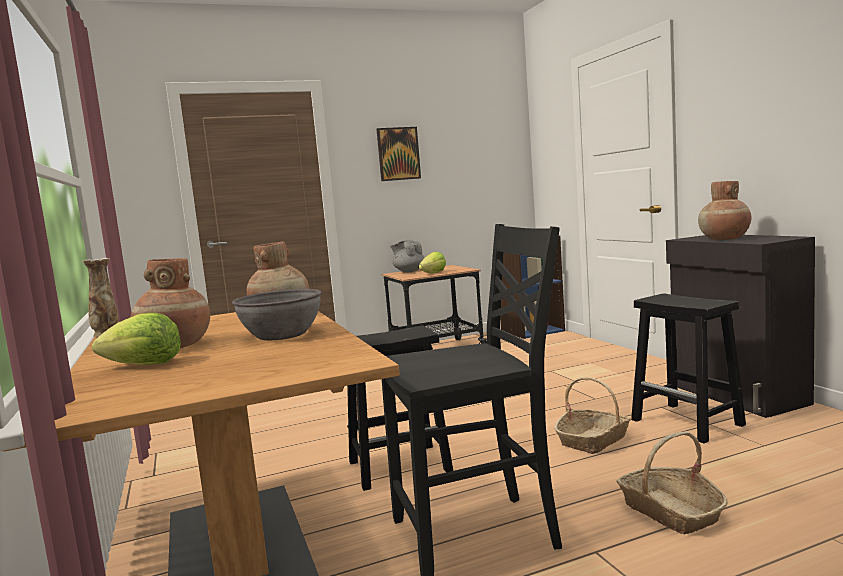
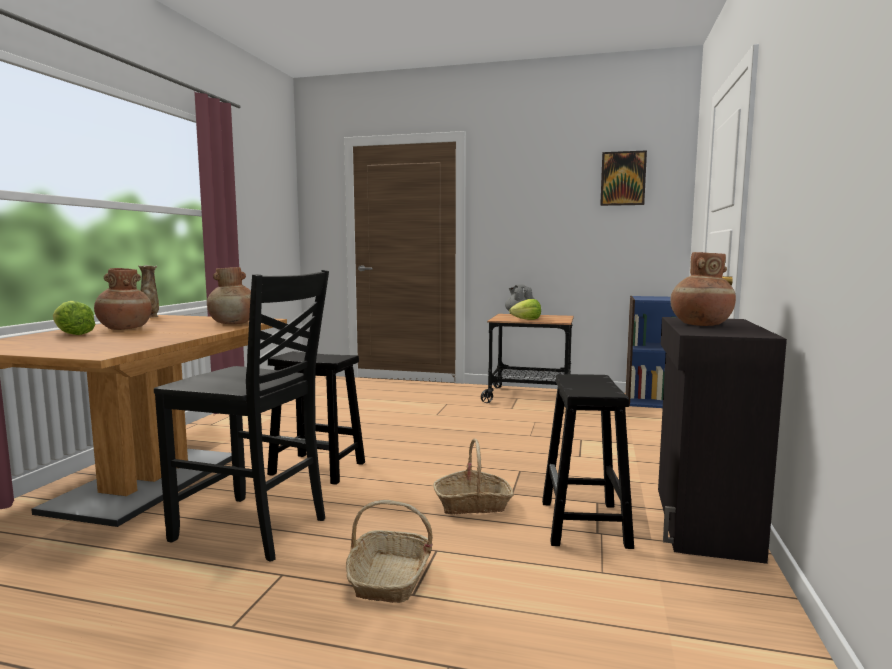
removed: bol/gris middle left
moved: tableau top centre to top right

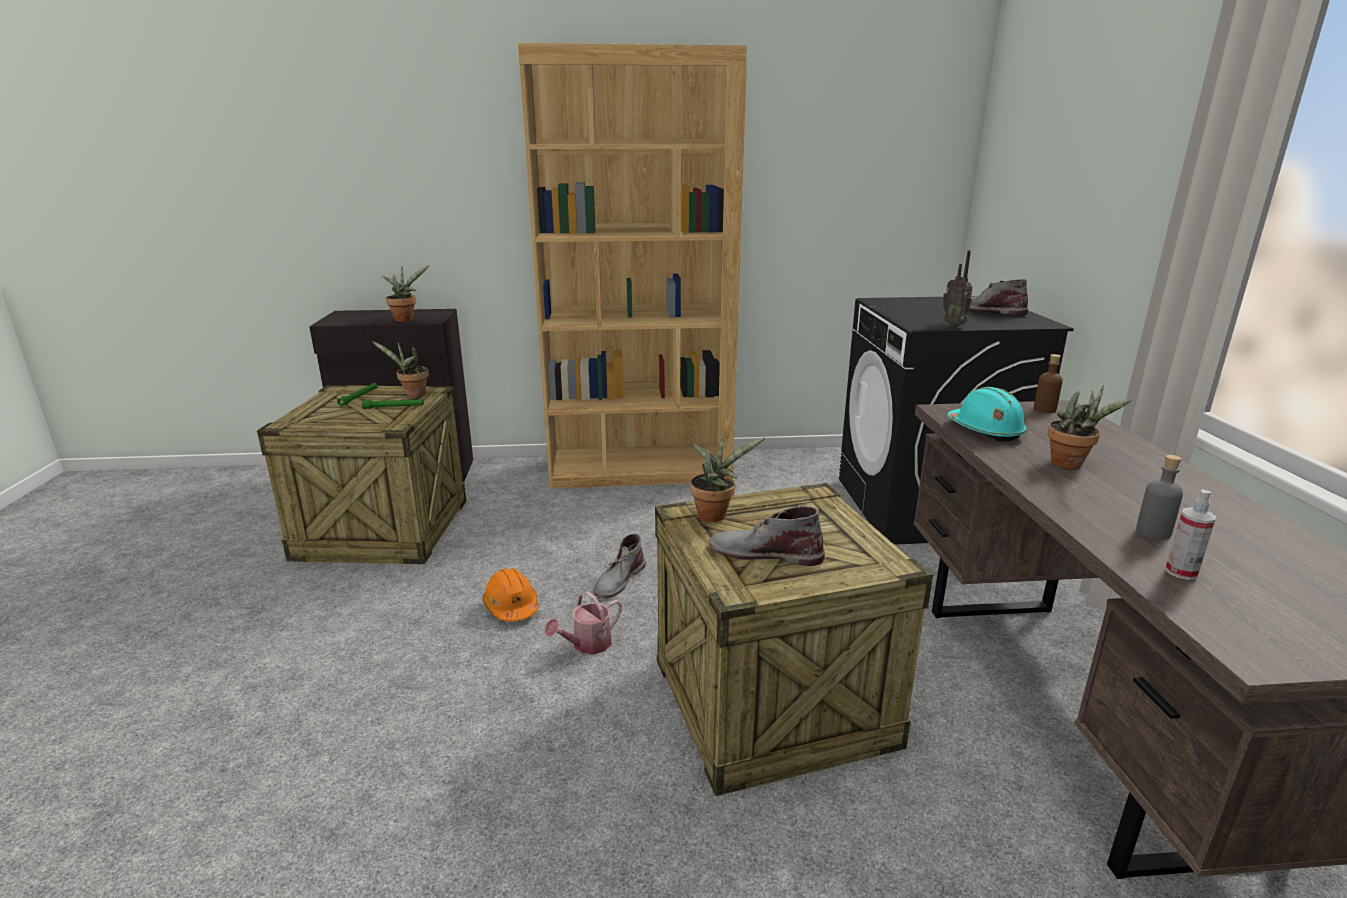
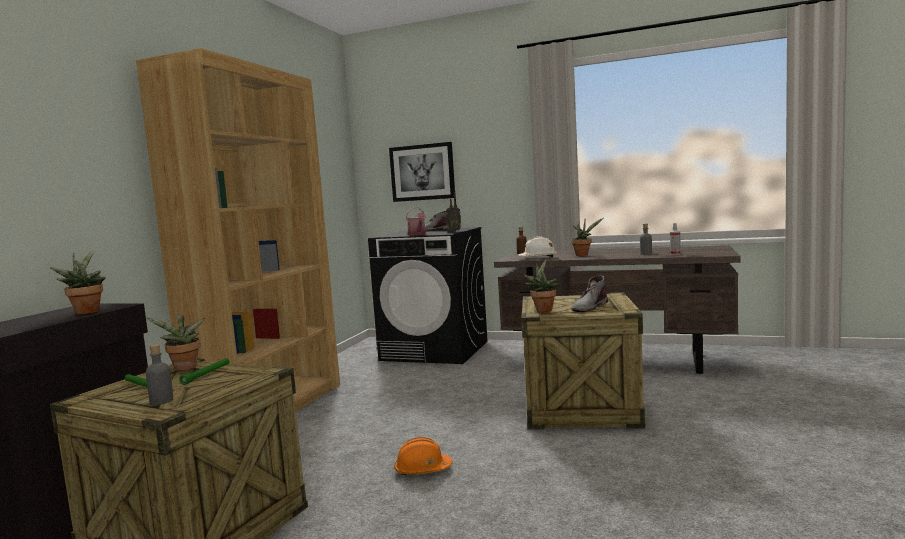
removed: botte/gris (1st from left) centre
added: tableau top centre; bouteille/gris (1st from left) bottom left
moved: arrosoir bottom centre to centre
recoloured: casque de chantier/turquoise middle right to casque de chantier/blanc centre

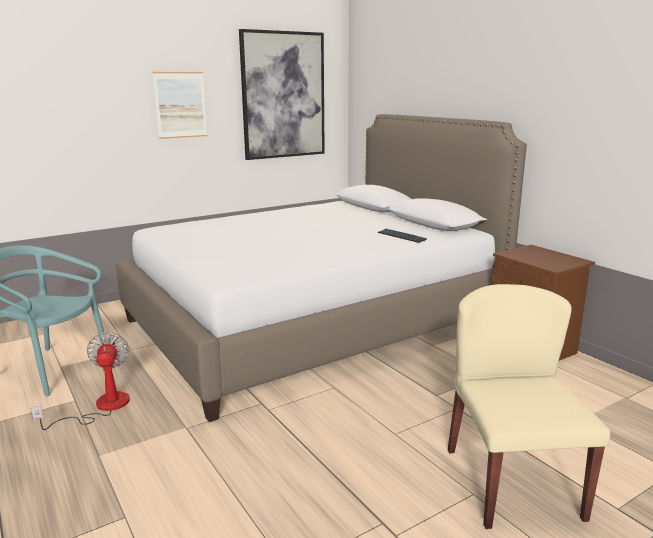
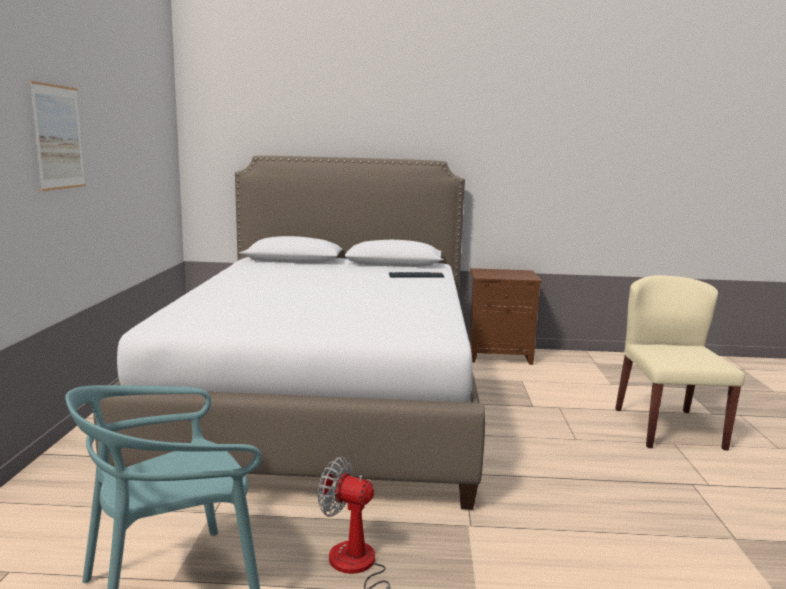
removed: tableau (2nd from left) top centre
turned: chaise/beige bottom right = middle right 60 degrees clockwise

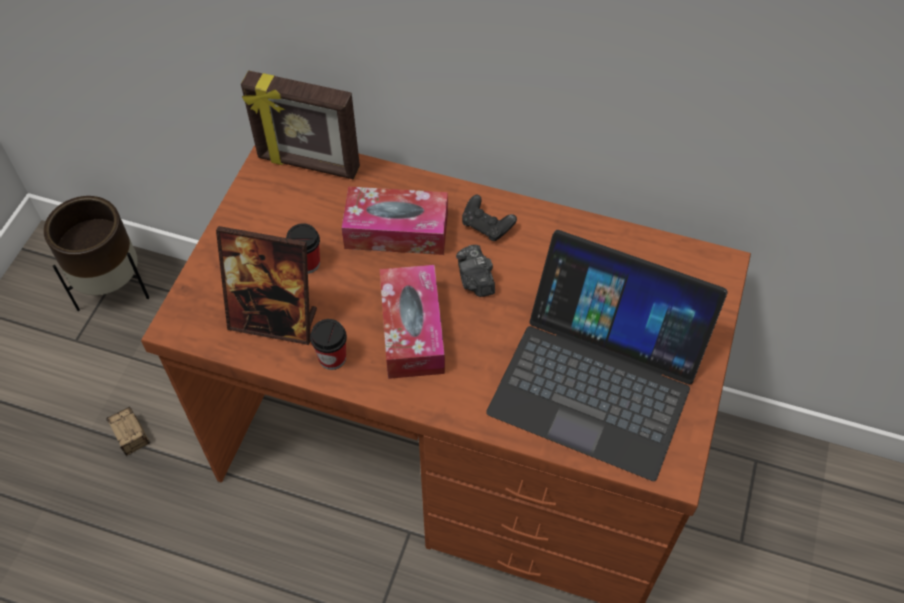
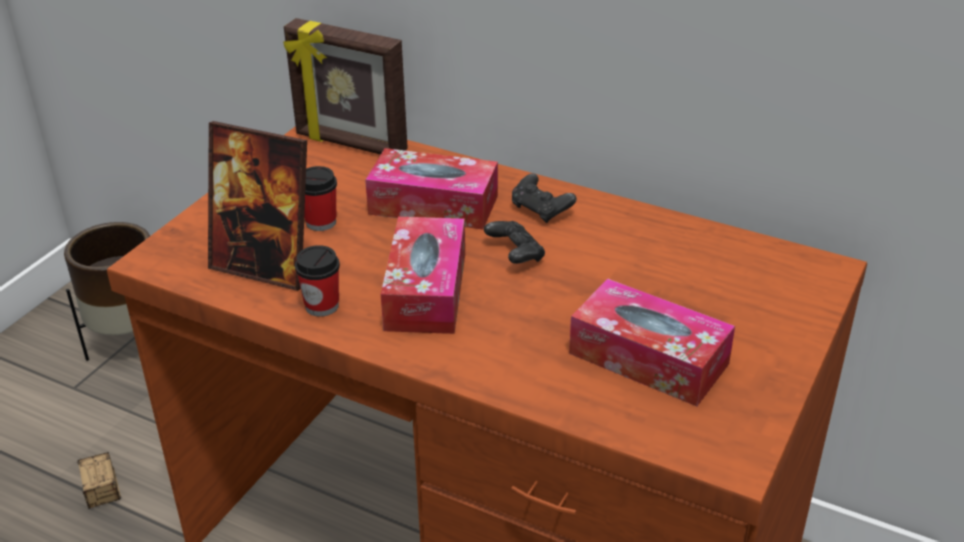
replaced: ordinateur portable middle right to boîte à mouchoirs (3rd from left) middle right; appareil photo centre to manette/noir (1st from left) centre

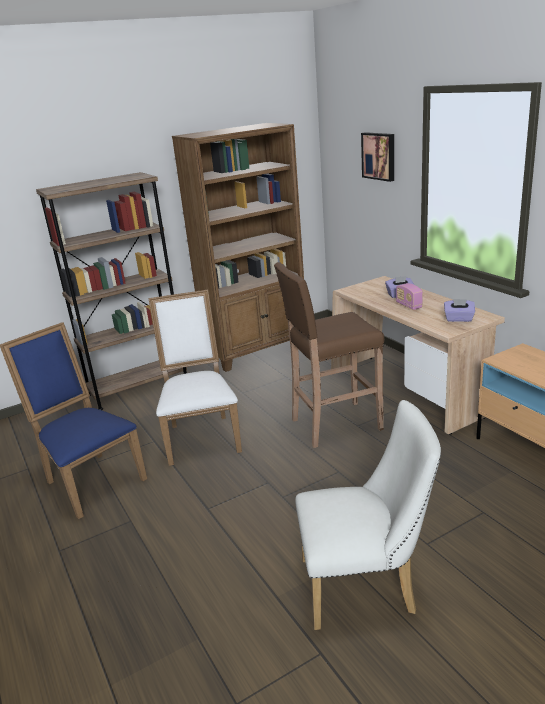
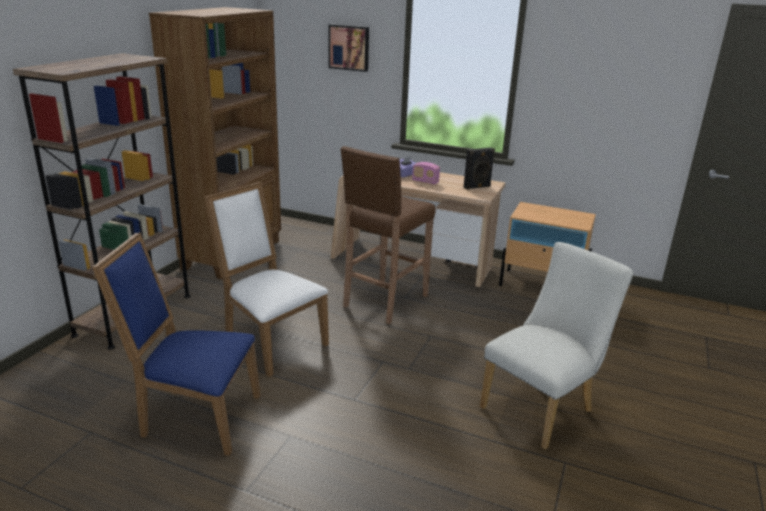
replaced: boîte à mouchoirs/violet (2nd from left) middle right to enceinte/noir top centre

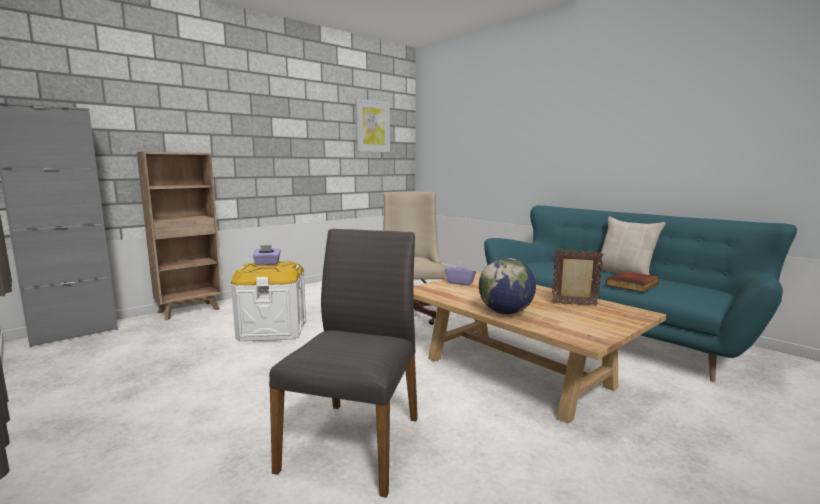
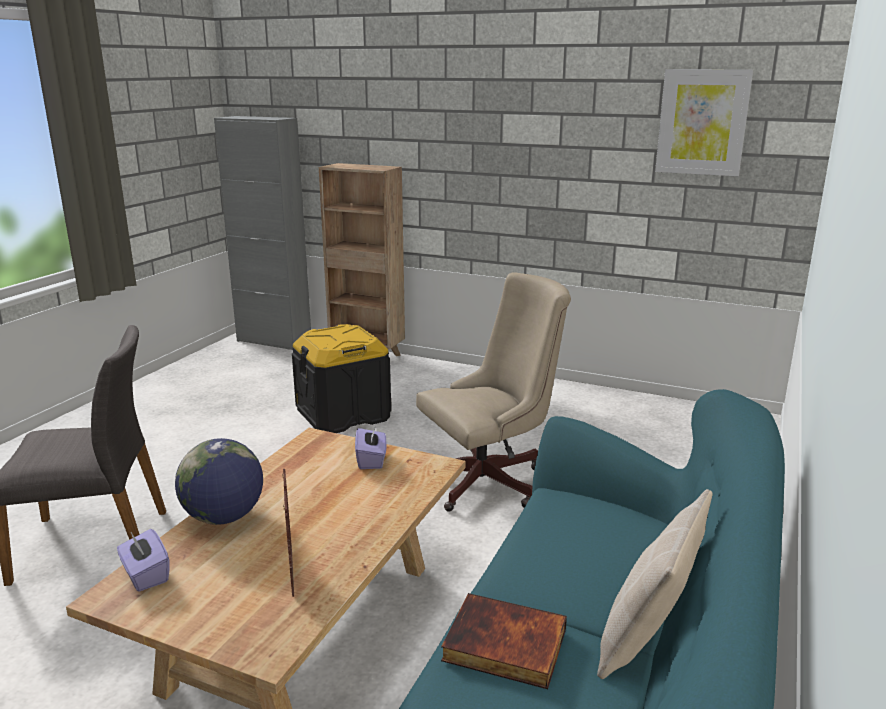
moved: boîte à mouchoirs/violet (1st from left) middle left to bottom left
recoloured: boîte de rangement/blanc middle left to boîte de rangement/noir centre

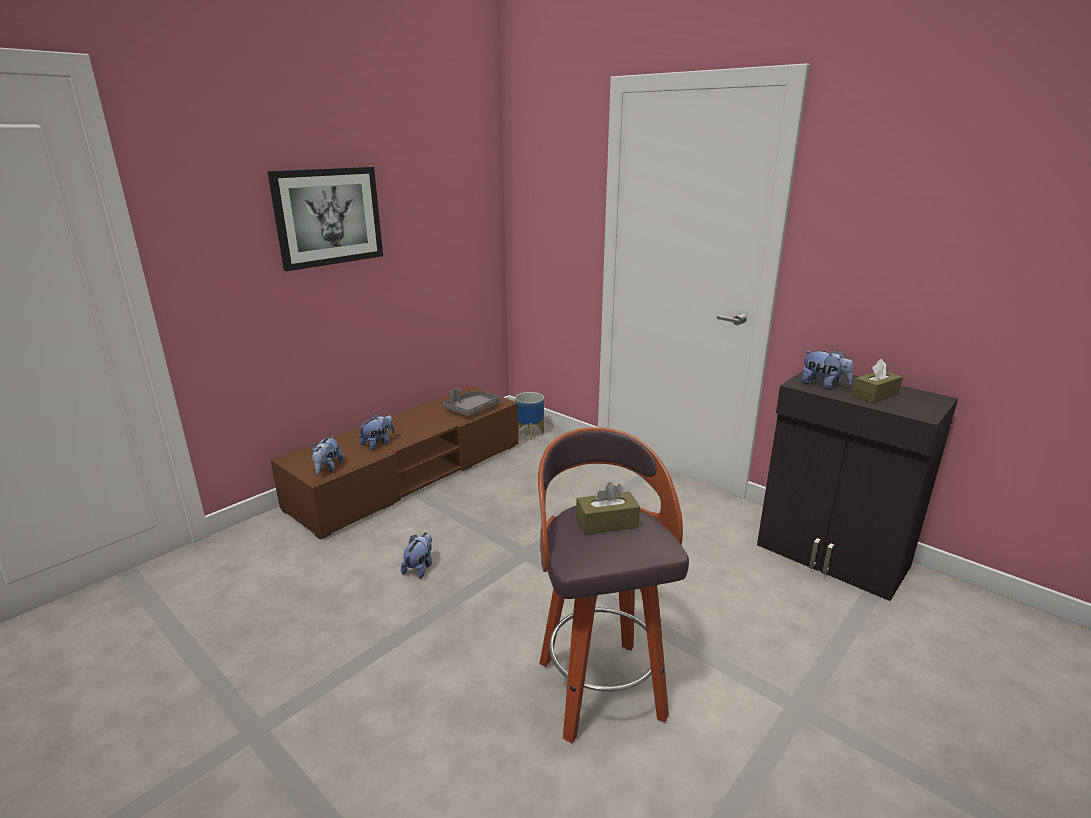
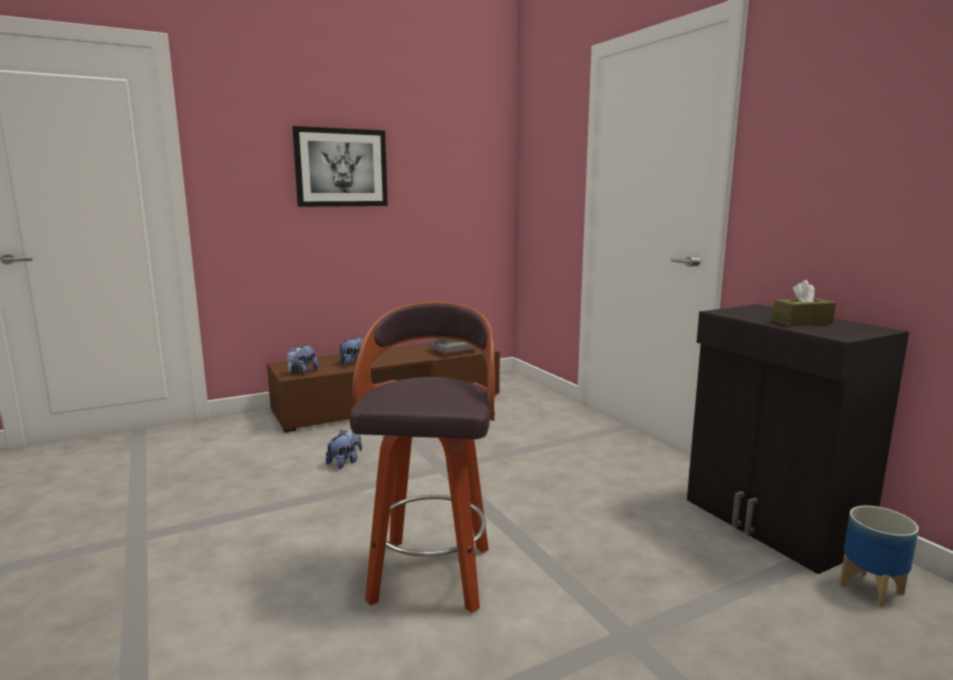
removed: peluche (4th from left) middle right; boîte à mouchoirs/marron (1st from left) centre
moved: cache-pot centre to bottom right

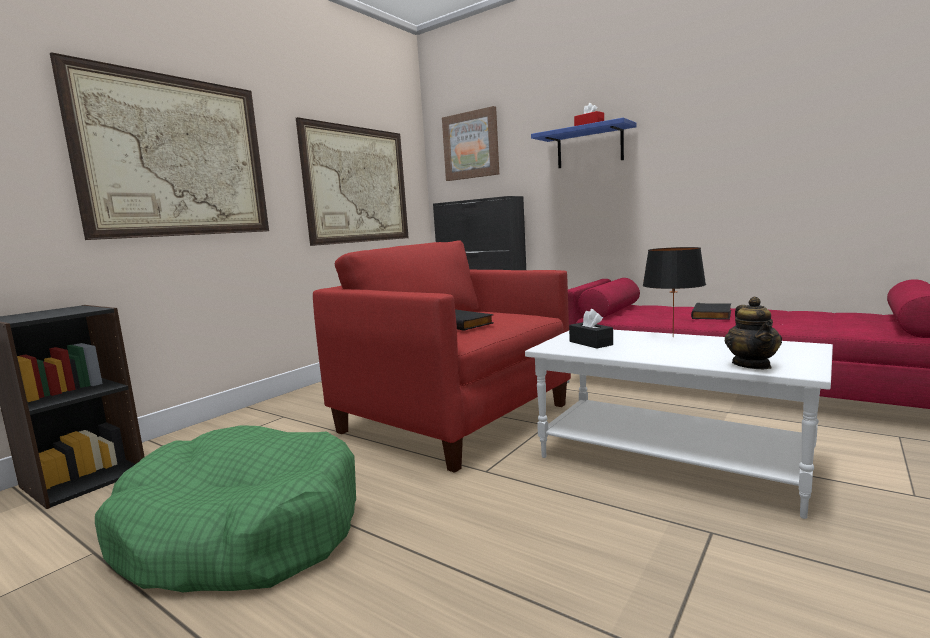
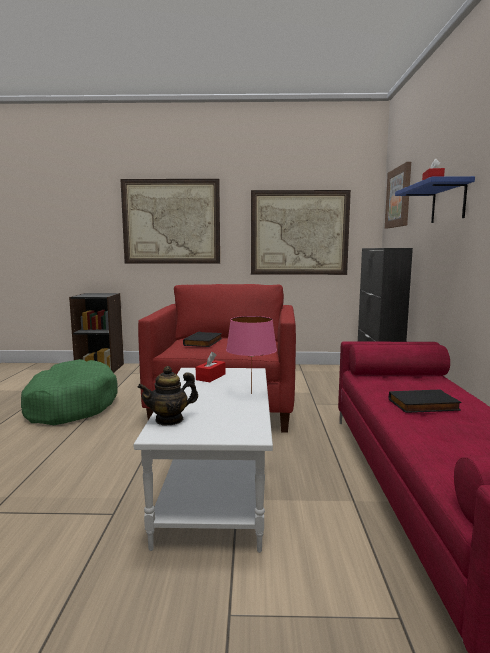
recoloured: lampe de table/noir middle right to lampe de table/rose centre; boîte à mouchoirs/noir centre to boîte à mouchoirs/rouge (1st from left) centre

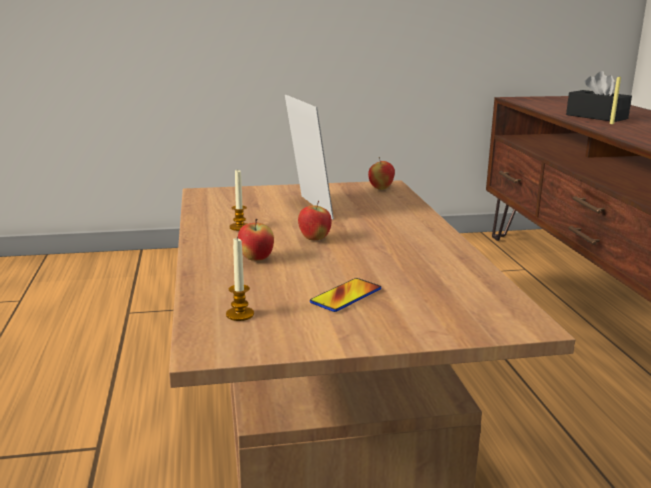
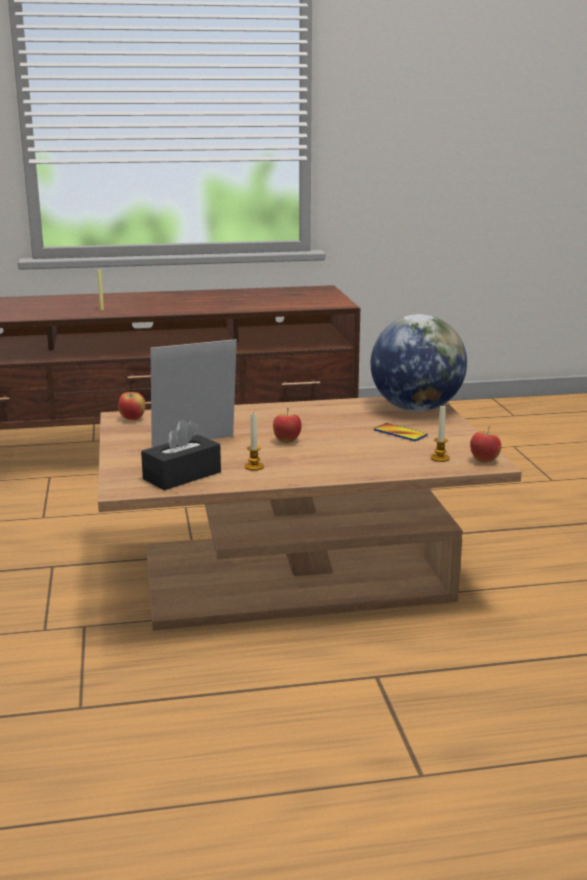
added: globe middle right
moved: boîte à mouchoirs/noir top right to middle left; pomme (1st from left in the first image) centre to pomme (3rd from left) middle right

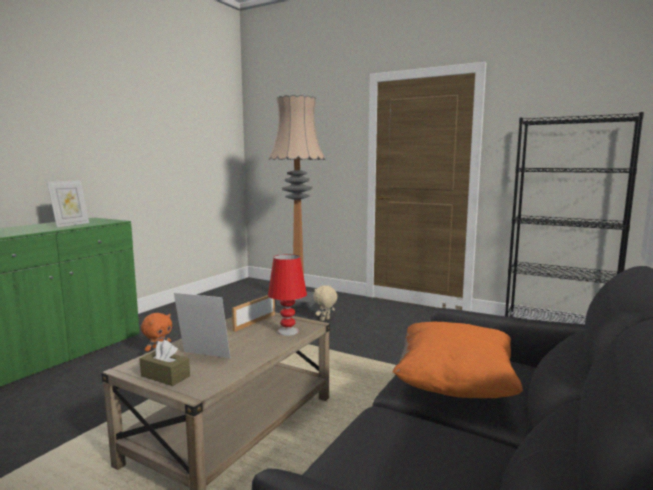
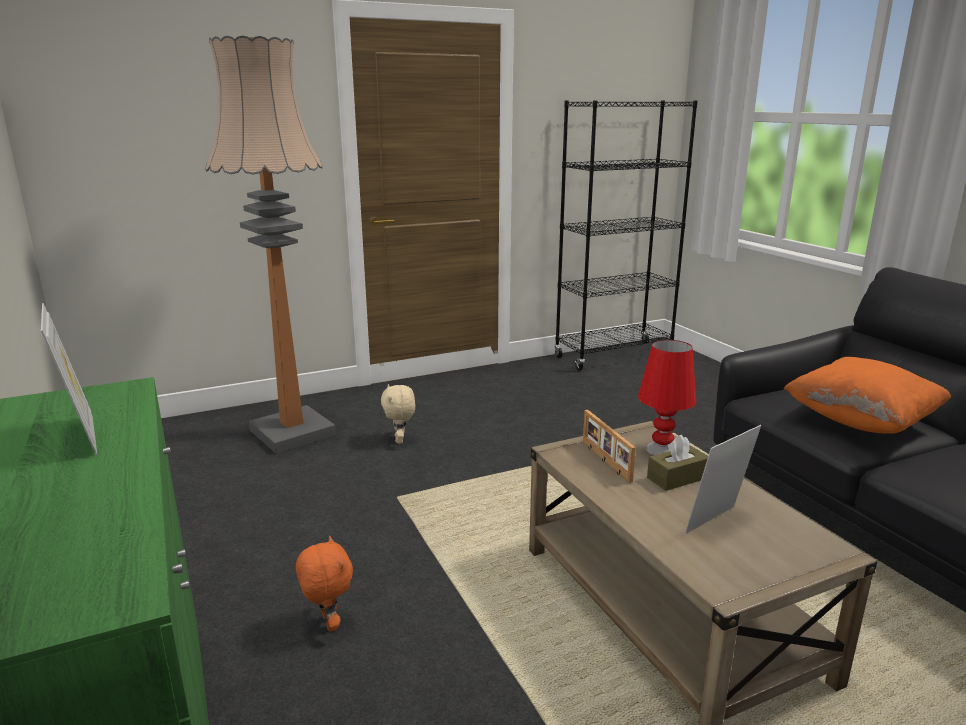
moved: boîte à mouchoirs/marron bottom left to middle right

